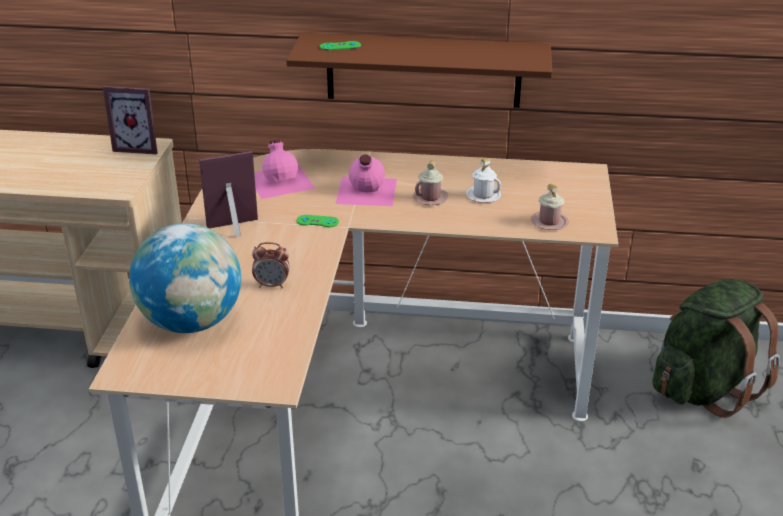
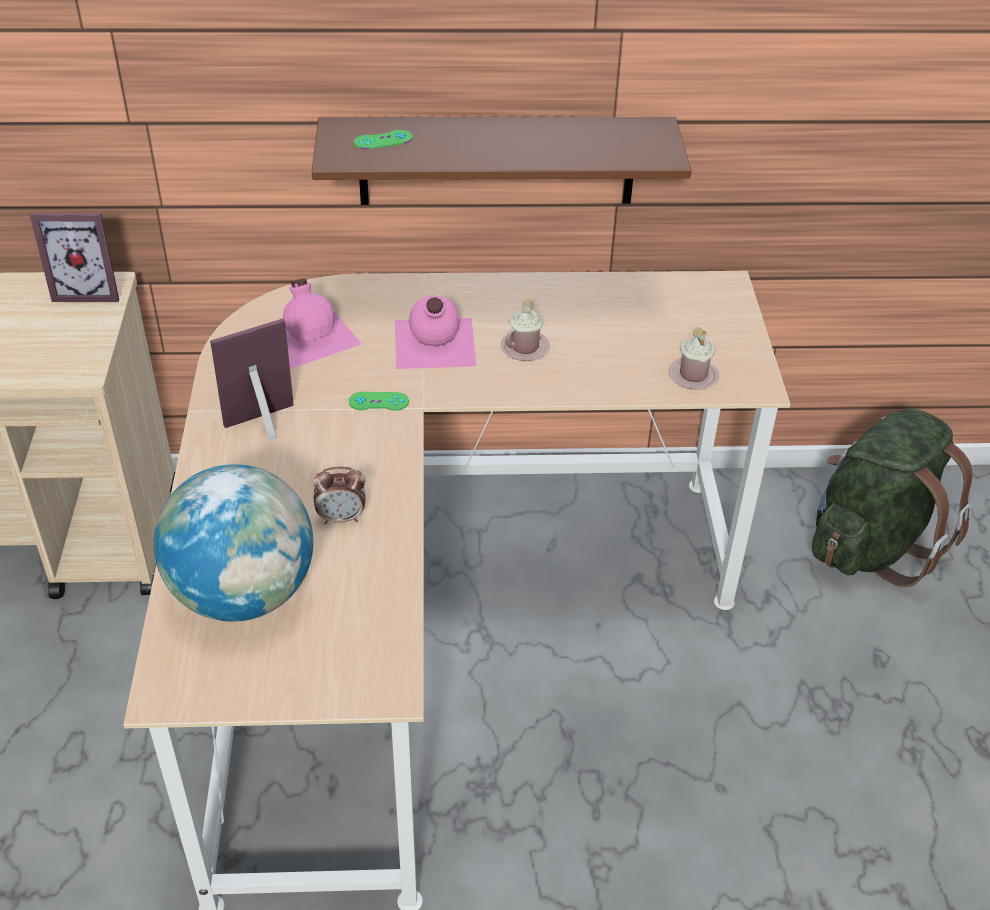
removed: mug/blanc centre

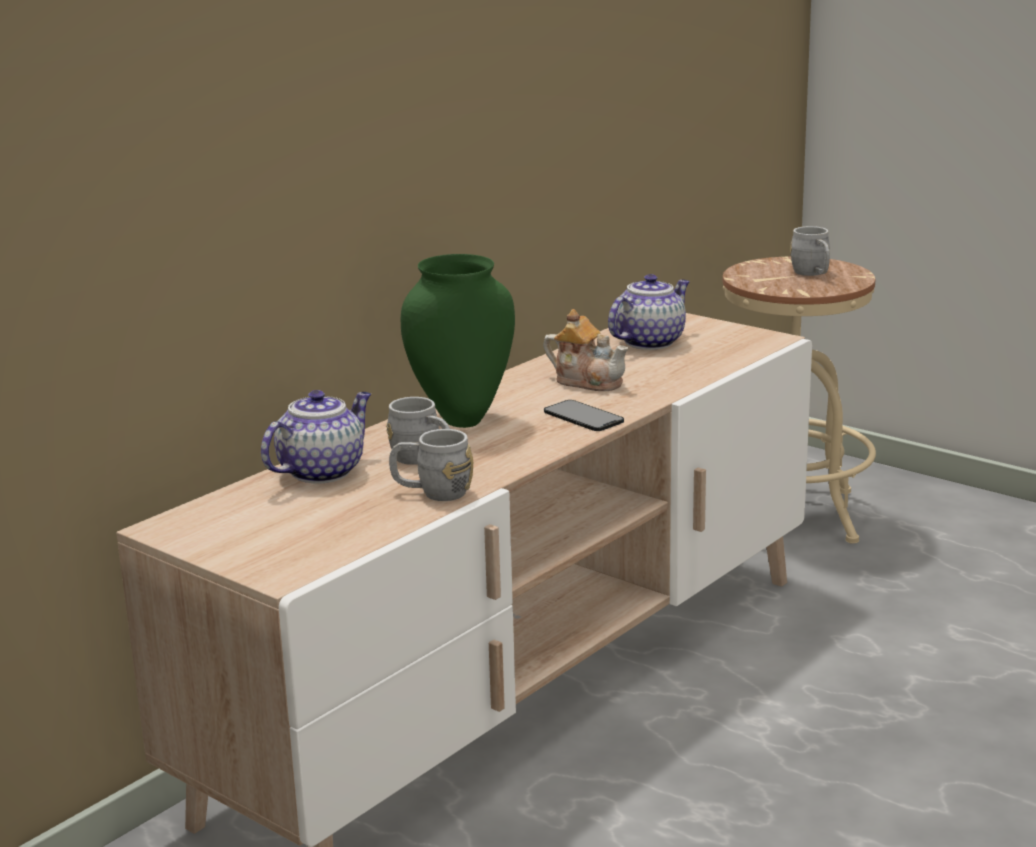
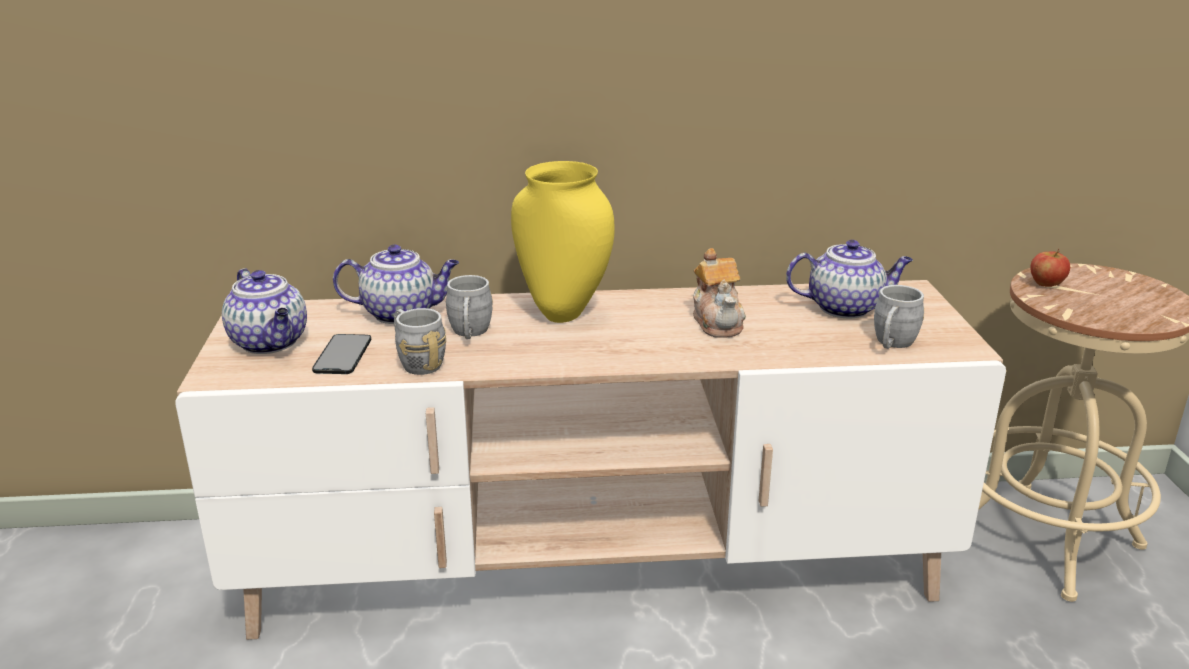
added: pomme middle right; théière (1st from left) middle left
moved: mug/gris (3rd from left) top right to middle right; téléphone centre to middle left
recoloured: vase/vert centre to vase/jaune centre

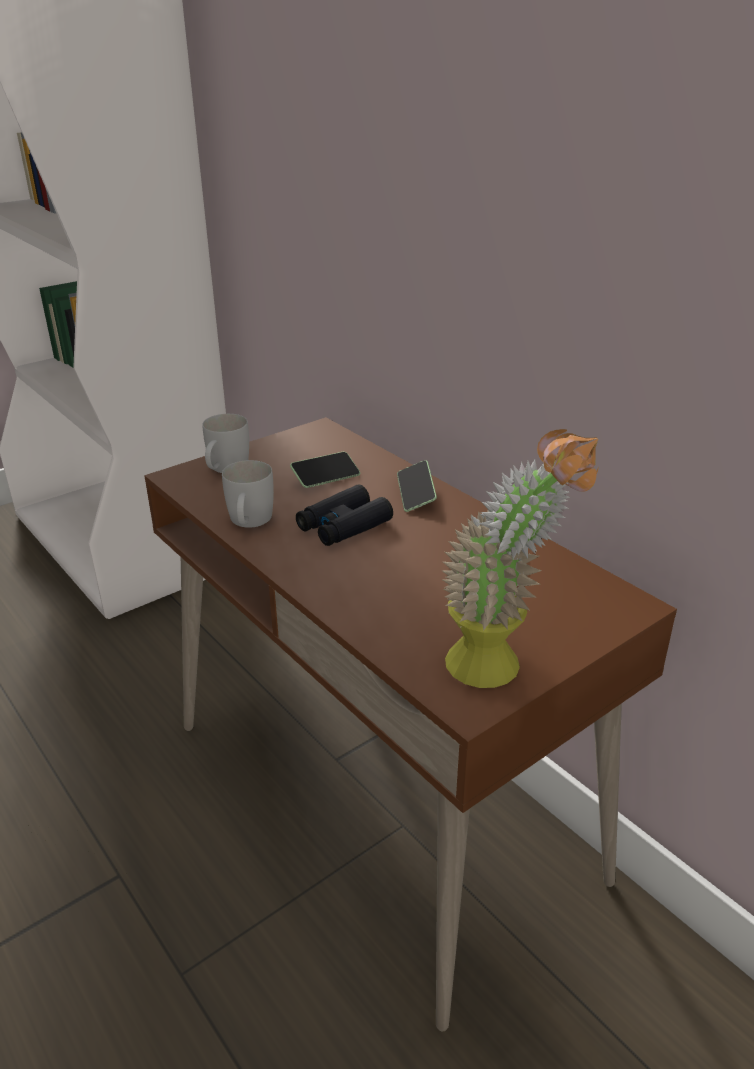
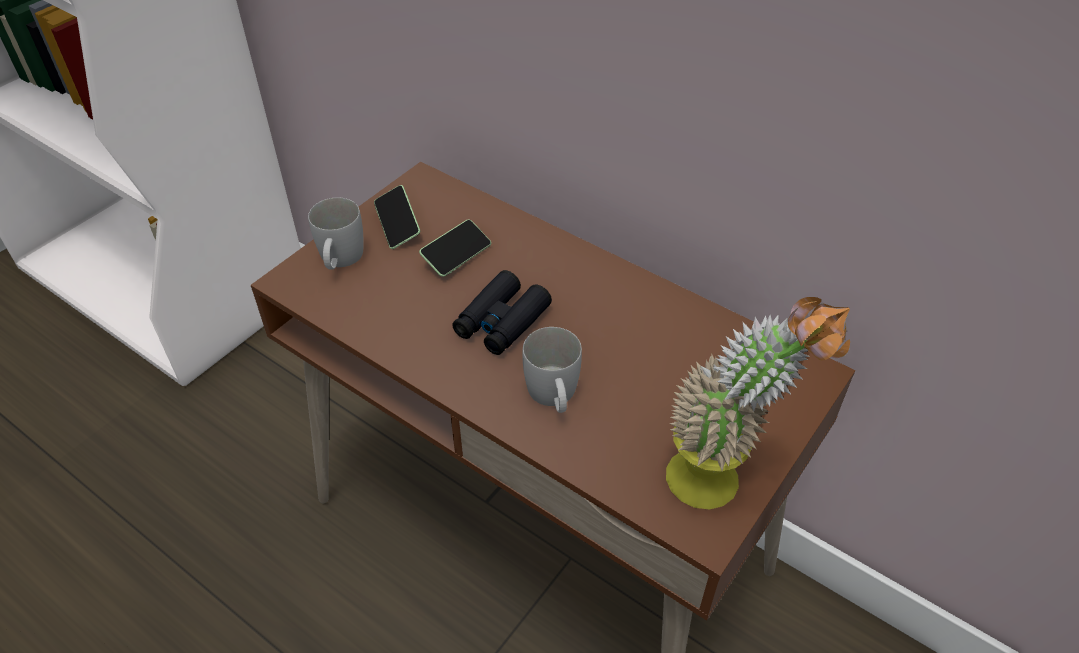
moved: mug/blanc (2nd from left) middle left to centre; téléphone (2nd from left in the first image) centre to téléphone (1st from left) top centre

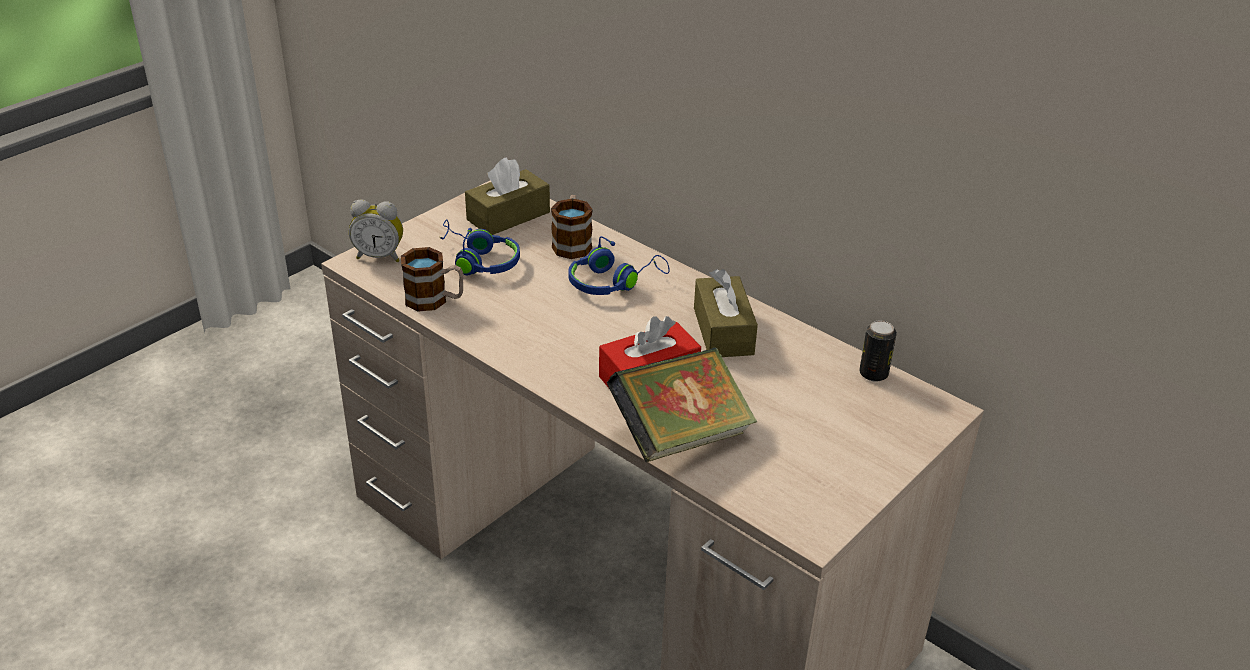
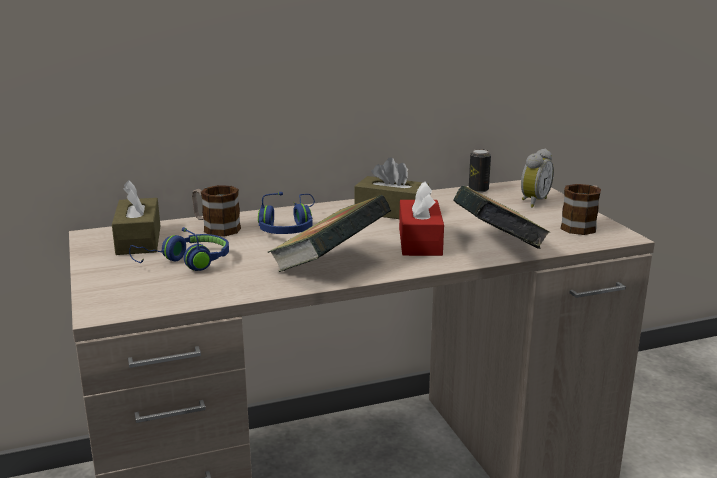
added: livre (1st from left) centre
moved: réveil middle left to middle right; mug (1st from left in the first image) centre to mug (2nd from left) middle right

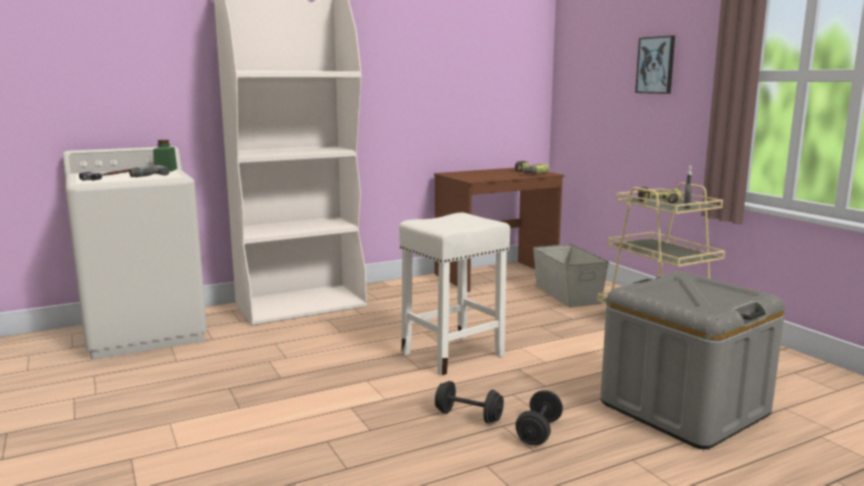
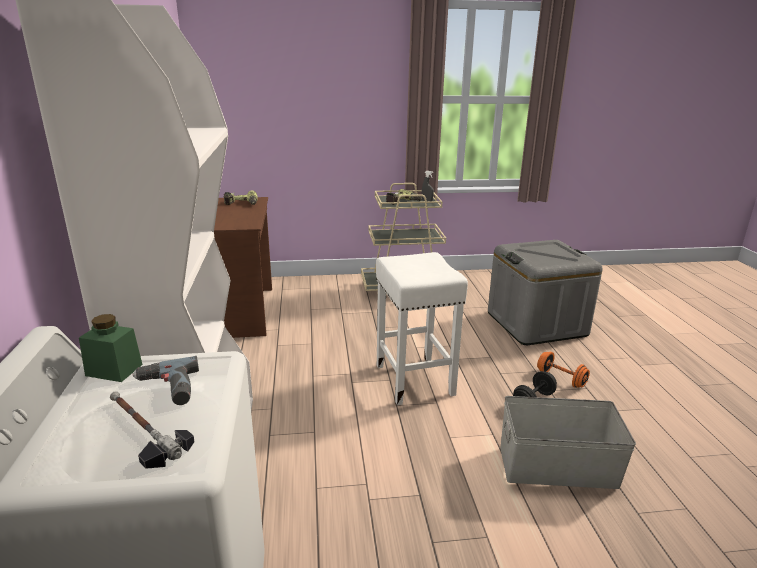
removed: tableau top right
moved: boîte de rangement/gris (1st from left in the first image) centre to boîte de rangement/gris (2nd from left) bottom right
recoloured: haltère/noir (2nd from left) bottom centre to haltère/orange middle right

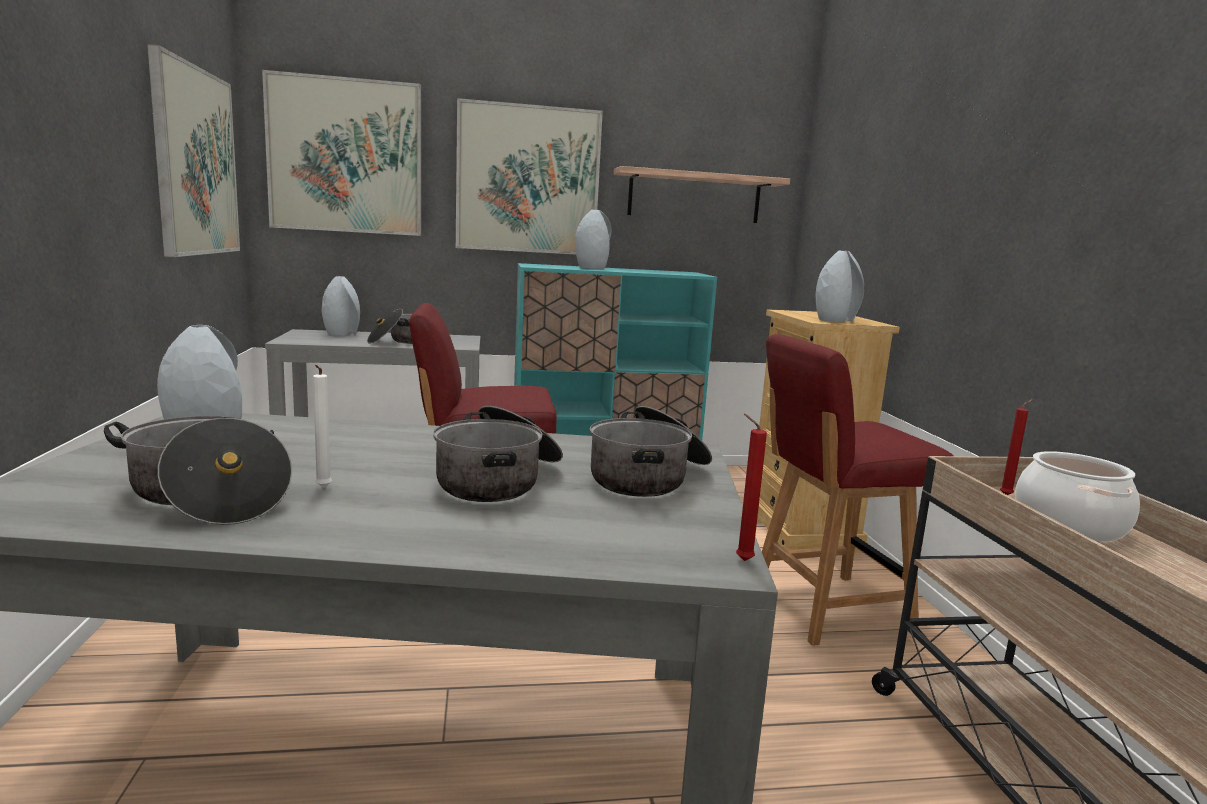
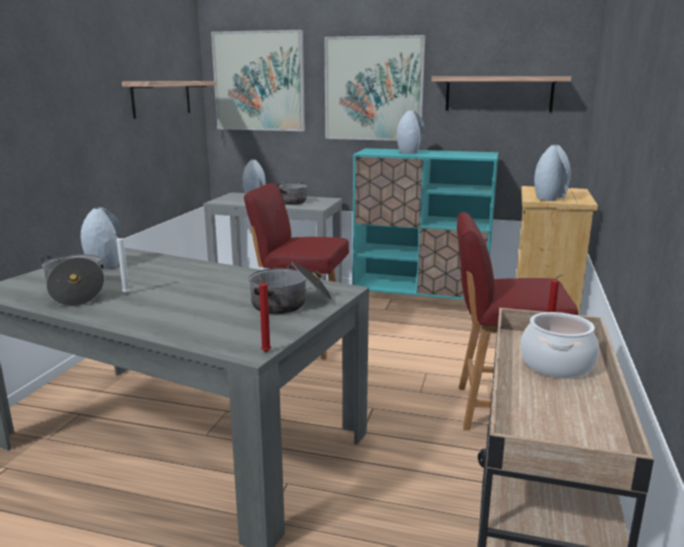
removed: marmite (3rd from left) centre
replaced: tableau (1st from left) top left to étagère (1st from left) top left

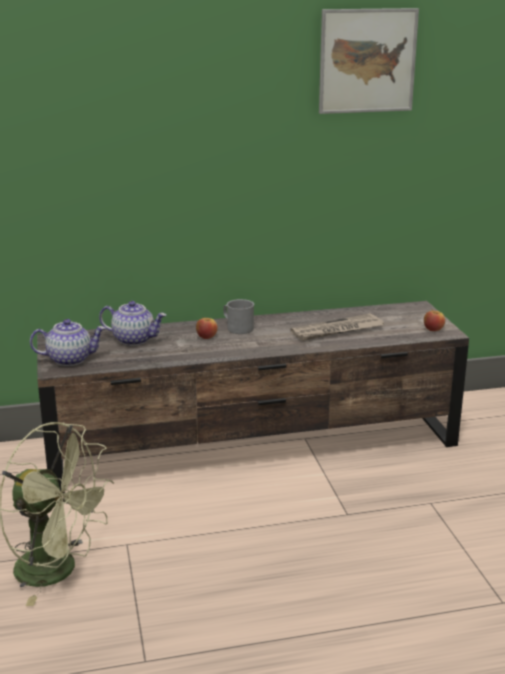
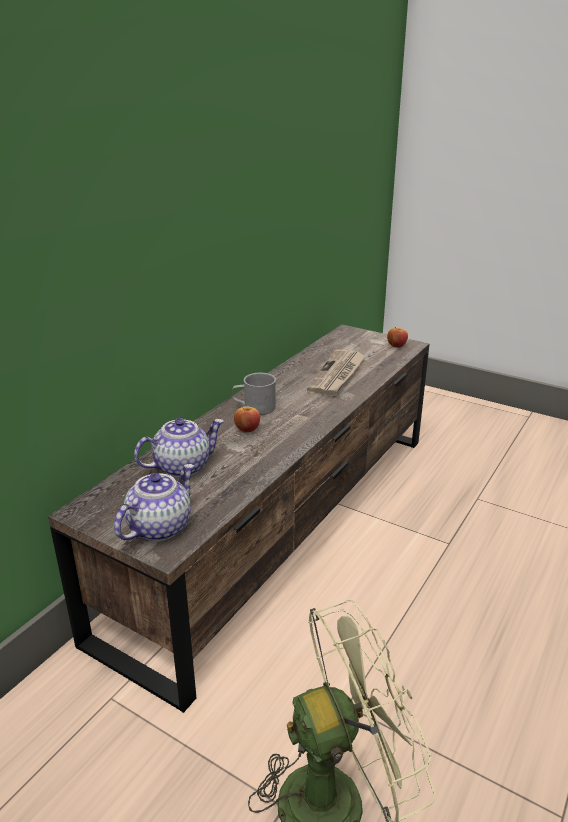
removed: tableau top right

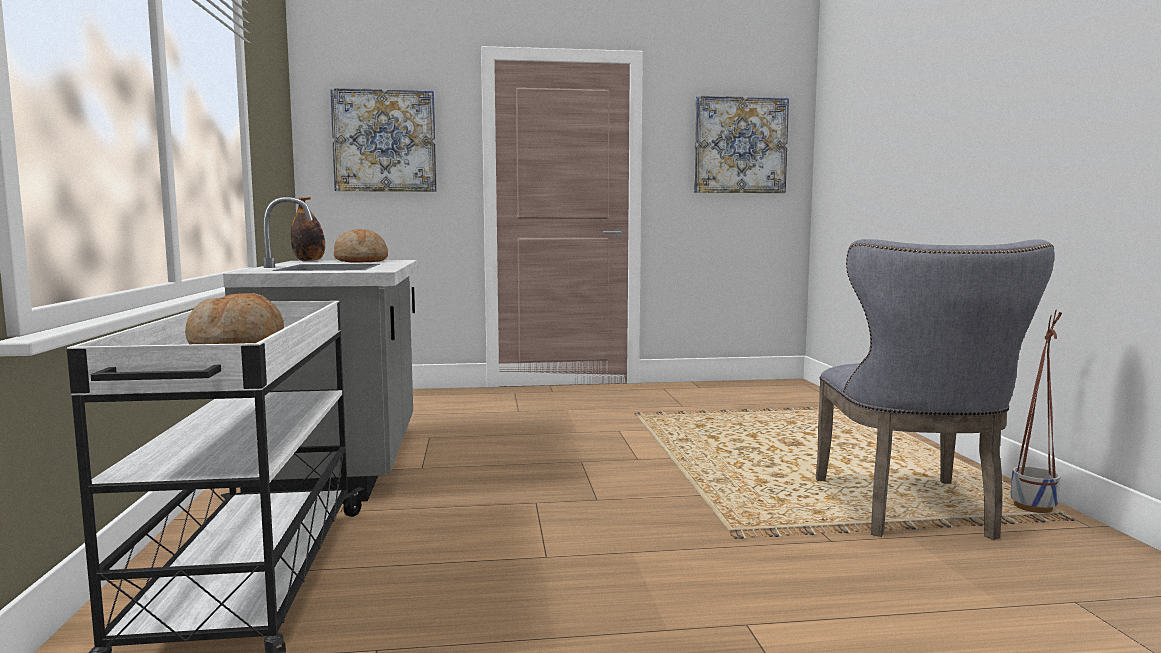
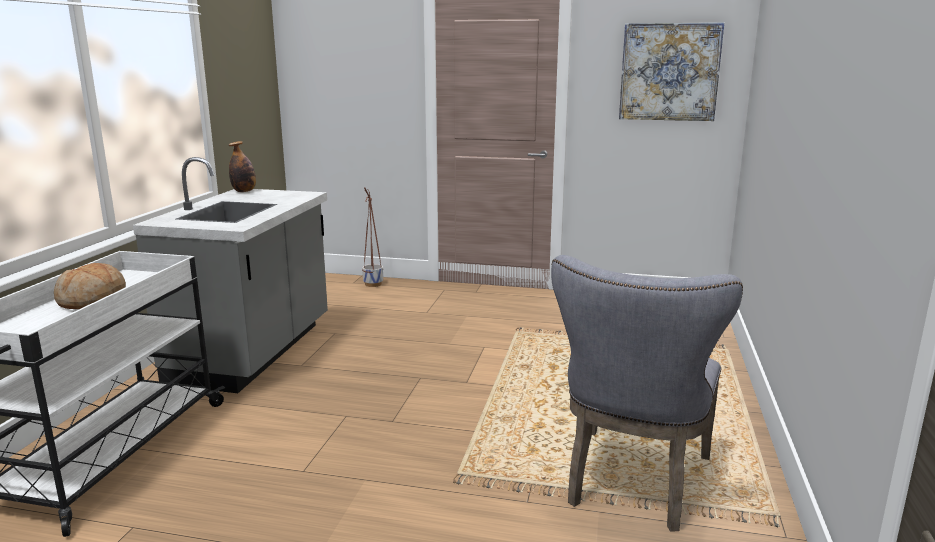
removed: tableau (1st from left) top left; pain (2nd from left) middle left
moved: cache-pot middle right to centre

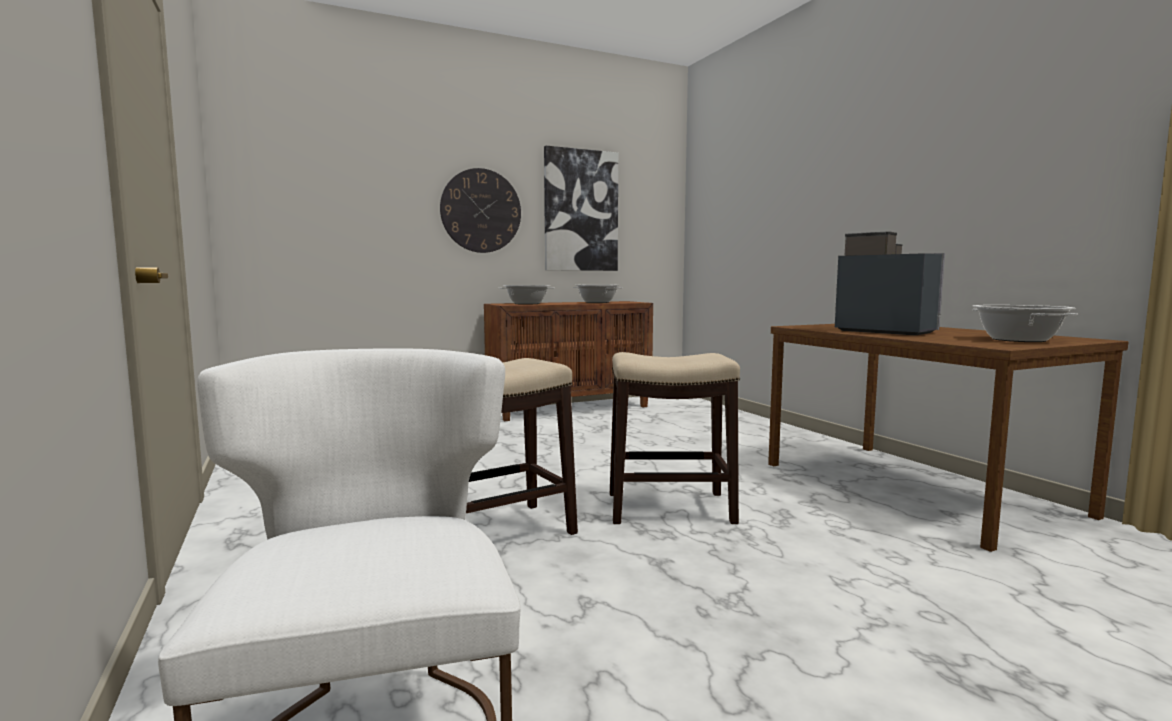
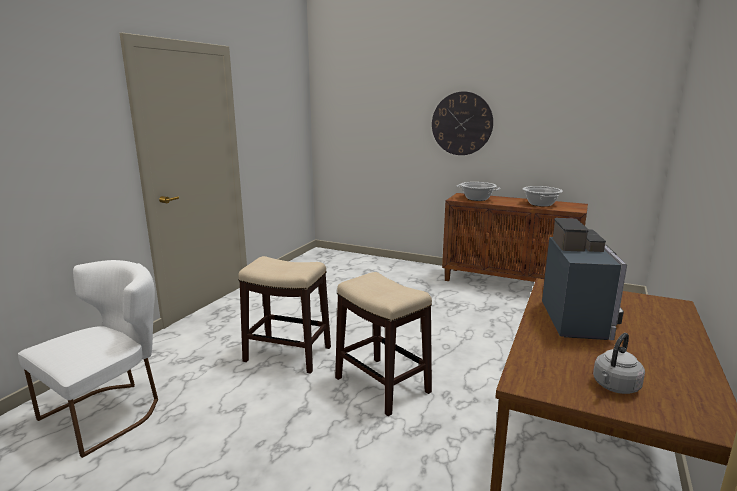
removed: tableau top centre
replaced: marmite (3rd from left) middle right to bouilloire/gris bottom right

